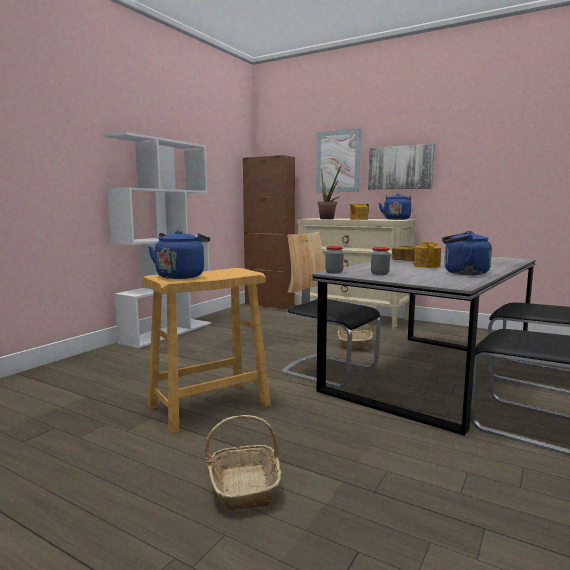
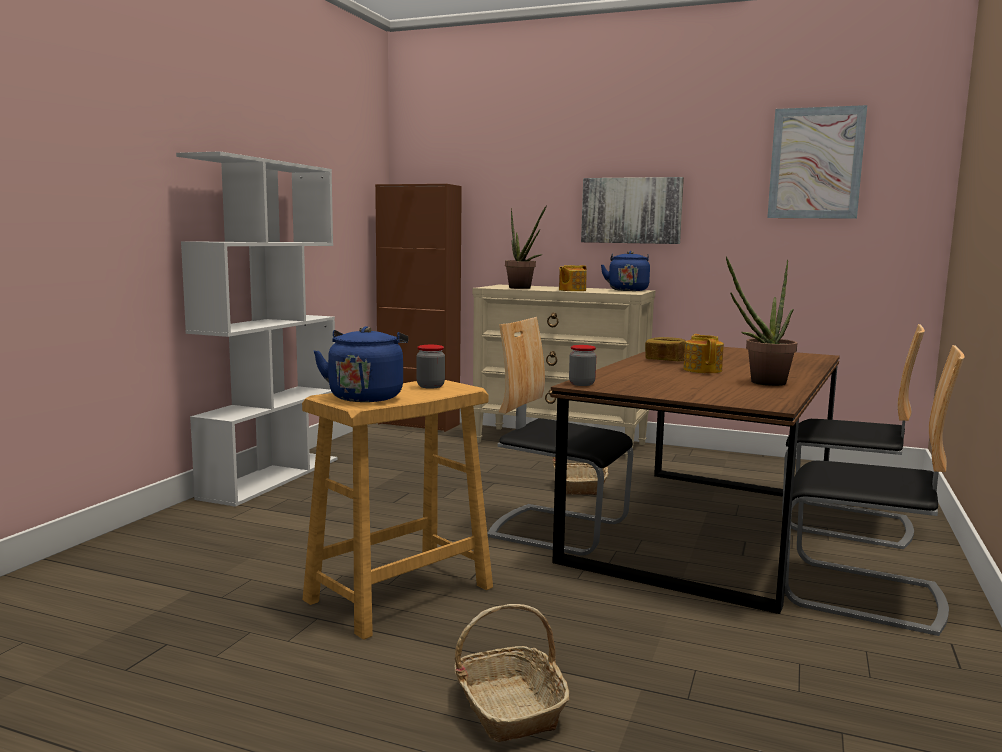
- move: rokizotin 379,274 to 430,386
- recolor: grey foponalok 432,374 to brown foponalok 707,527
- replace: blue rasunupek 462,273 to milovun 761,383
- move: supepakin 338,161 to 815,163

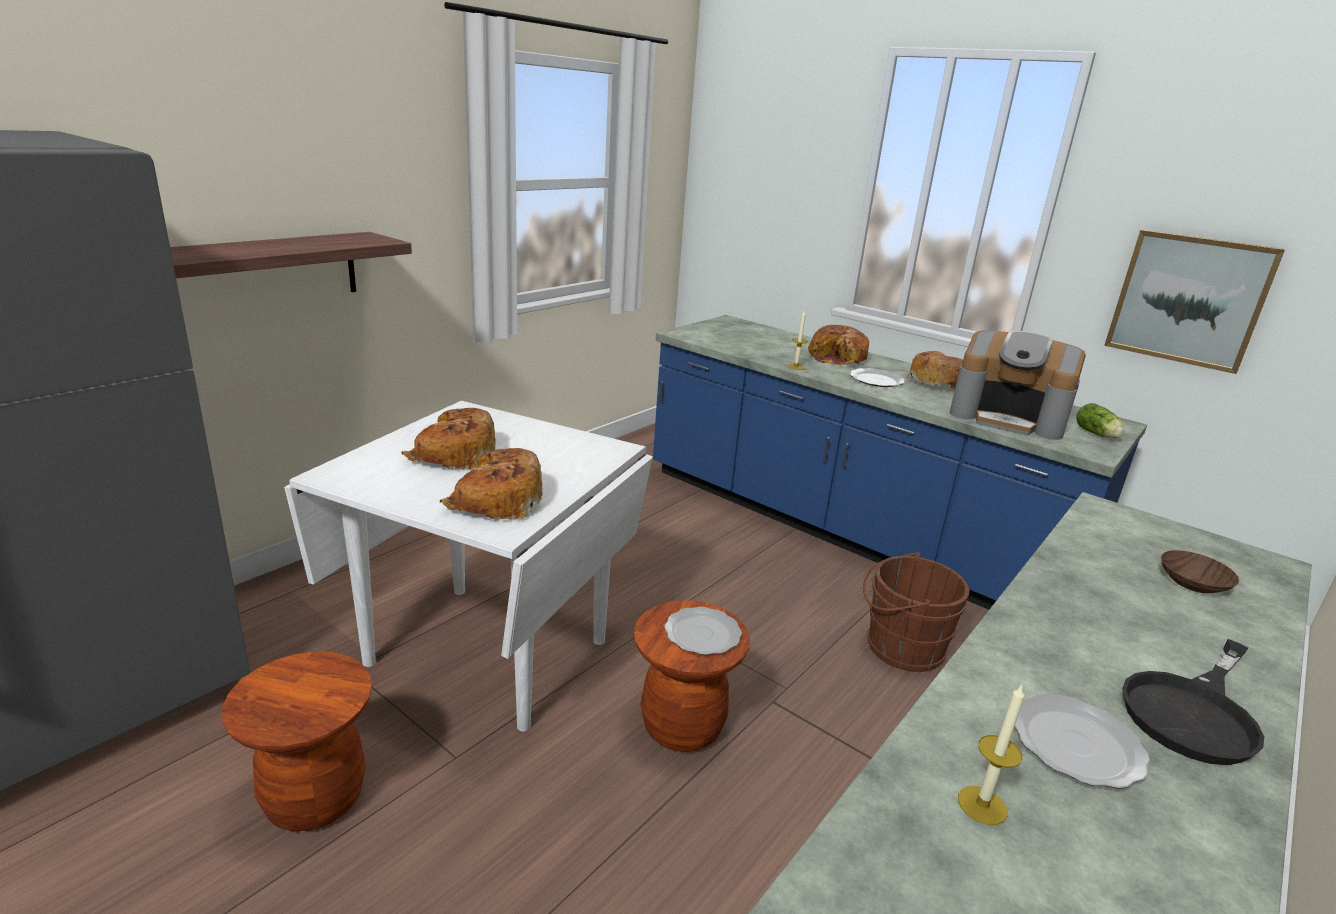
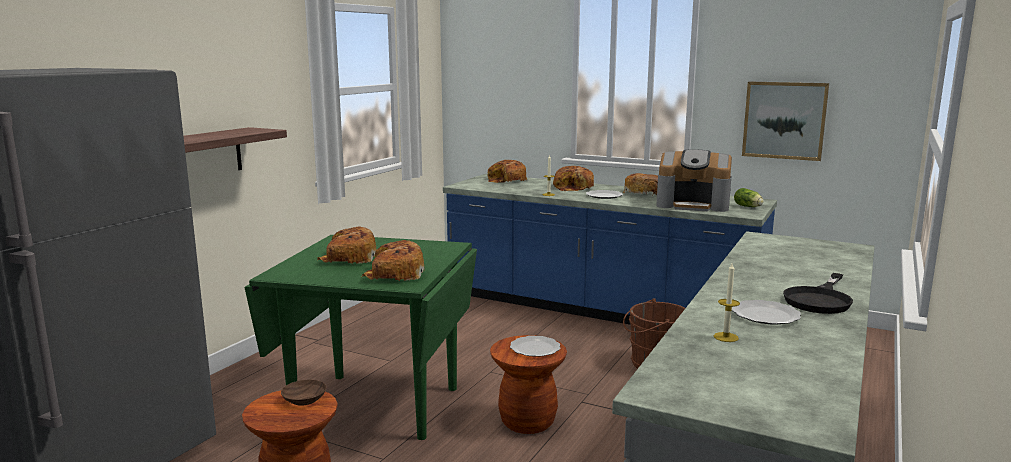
- recolor: white foponalok 486,653 to green foponalok 376,405
- move: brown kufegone 1193,582 to 305,399
- insert: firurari 506,180

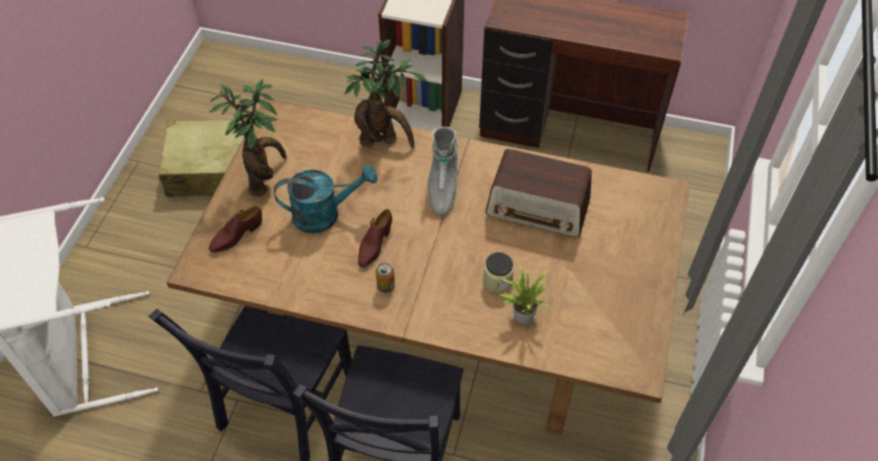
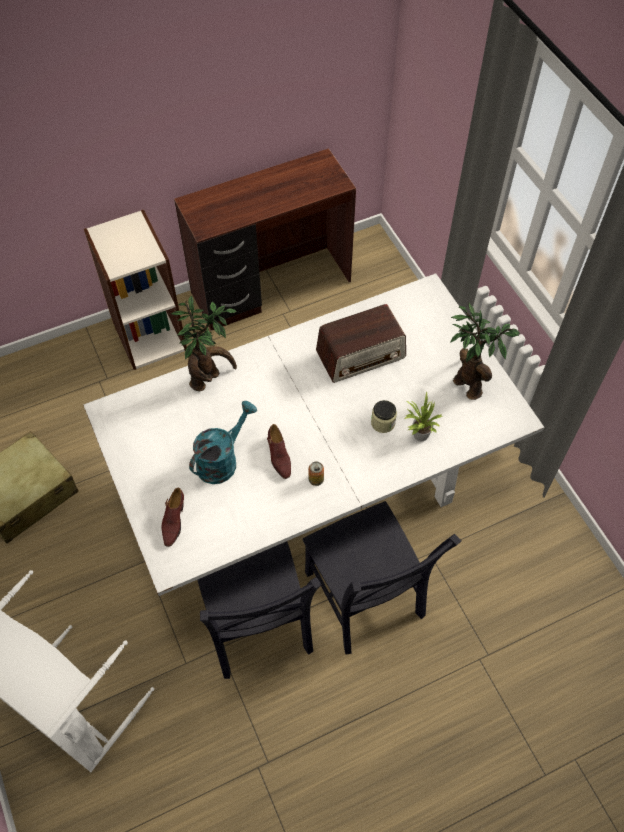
- recolor: brown foponalok 441,328 to white foponalok 313,489
- move: milovun 265,178 to 466,383
- delete: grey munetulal 442,188

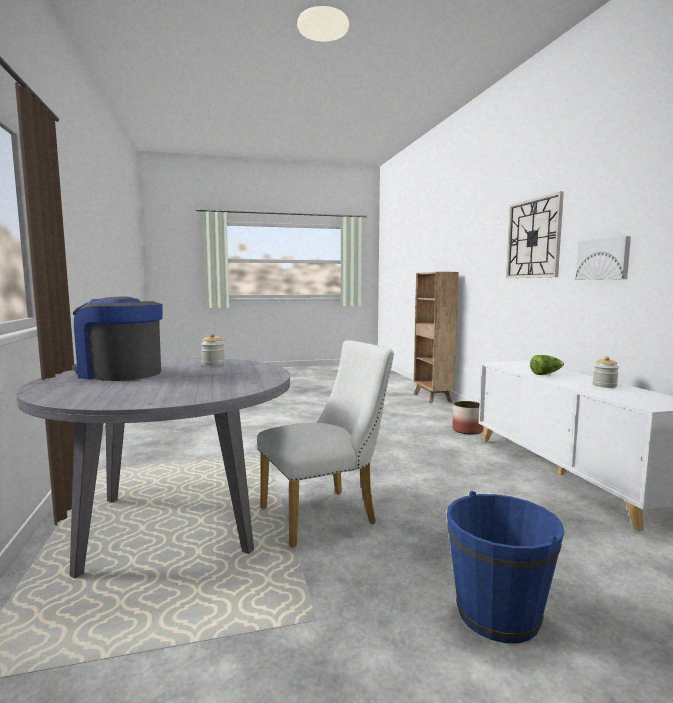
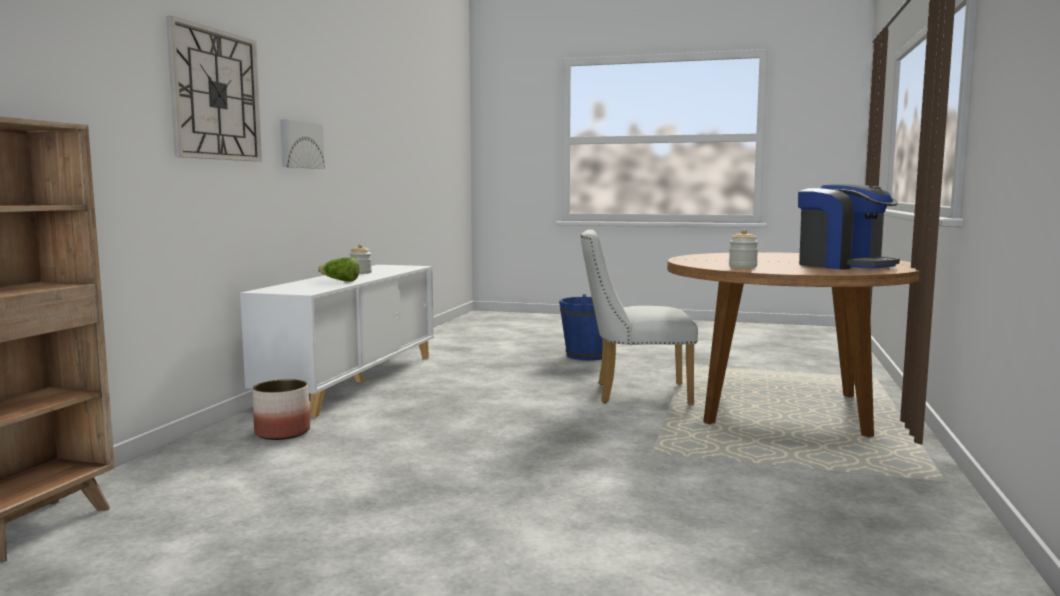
- recolor: grey foponalok 172,524 to brown foponalok 783,409

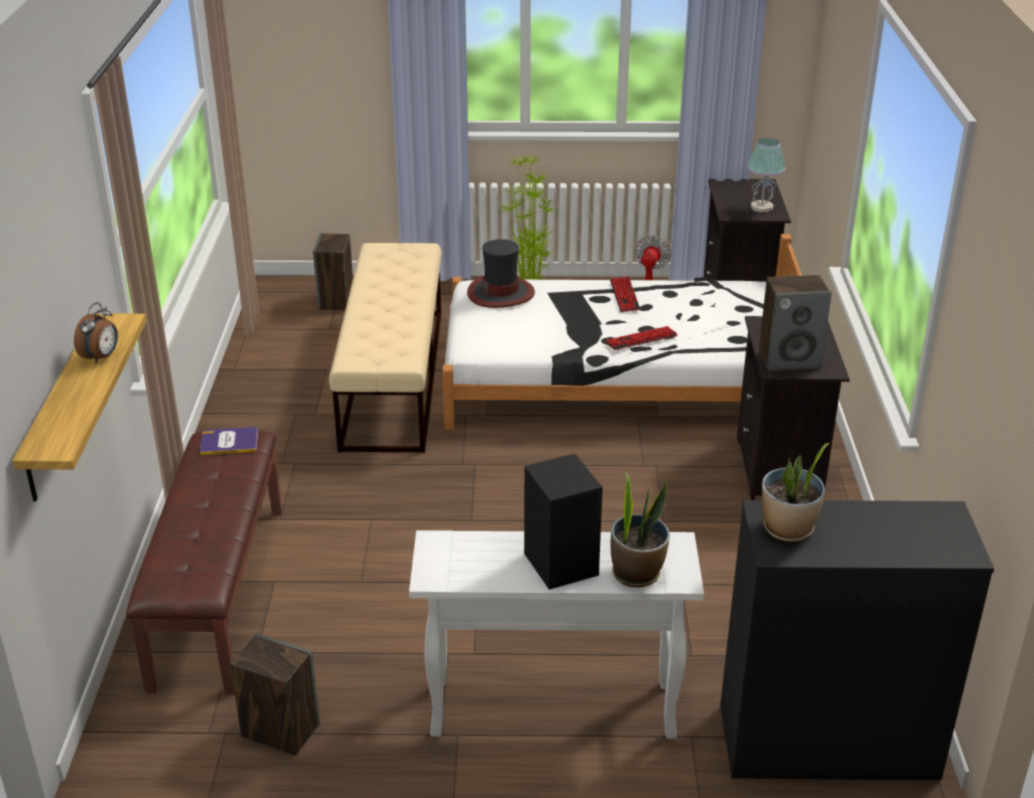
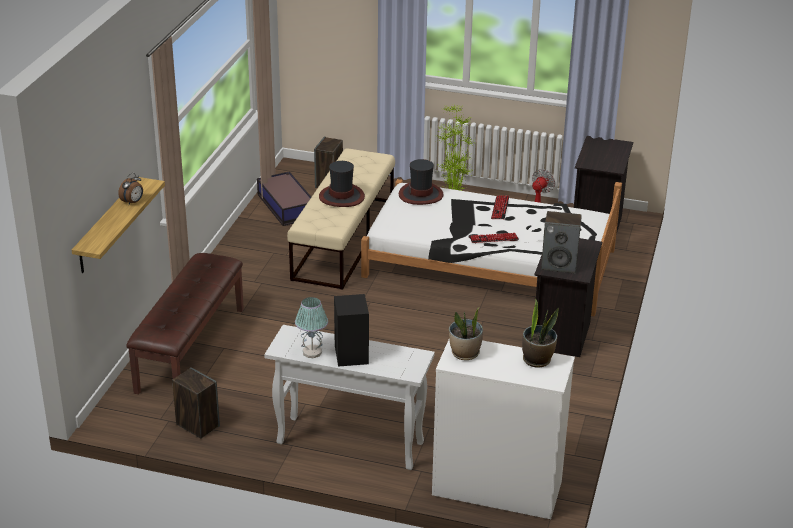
- insert: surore 286,205
- move: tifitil 761,207 to 312,352
- insert: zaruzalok 342,197
- recolor: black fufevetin 827,742 to white fufevetin 497,489
- move: milovun 637,573 to 537,360
- delete: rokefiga 229,442

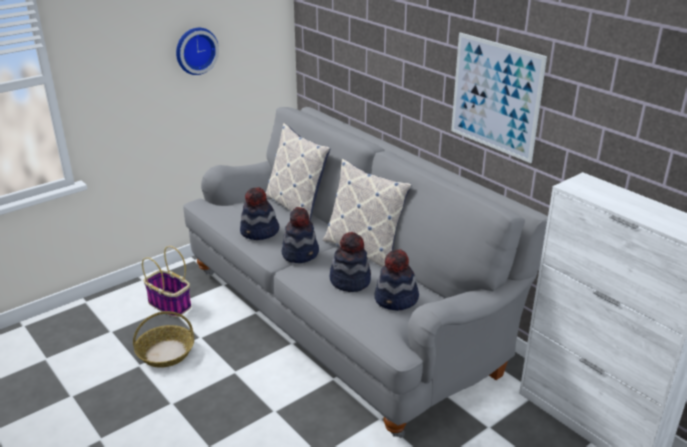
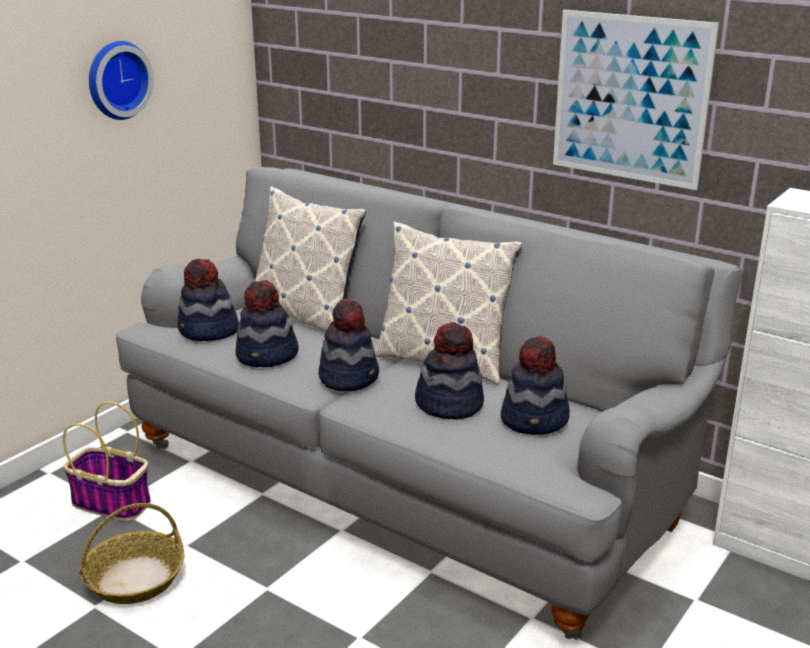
- insert: zaruzalok 208,331

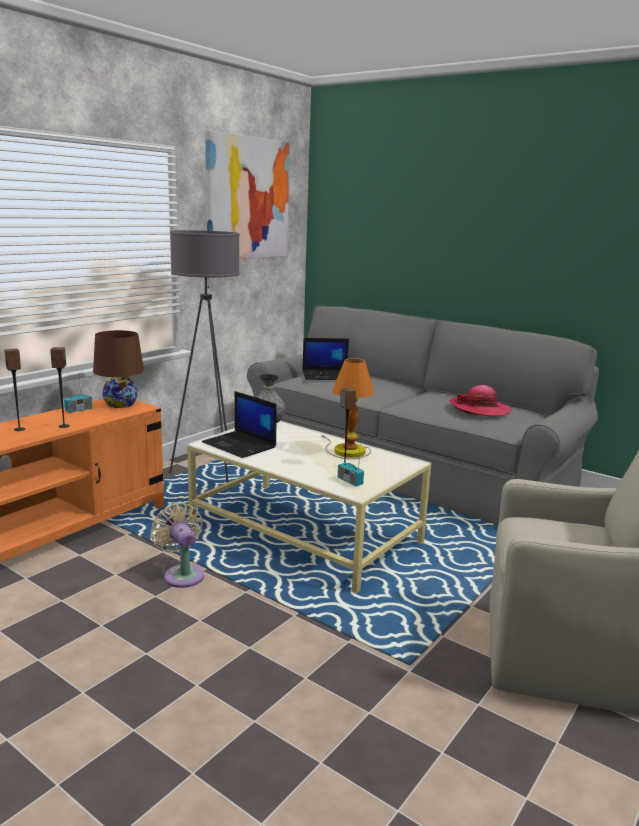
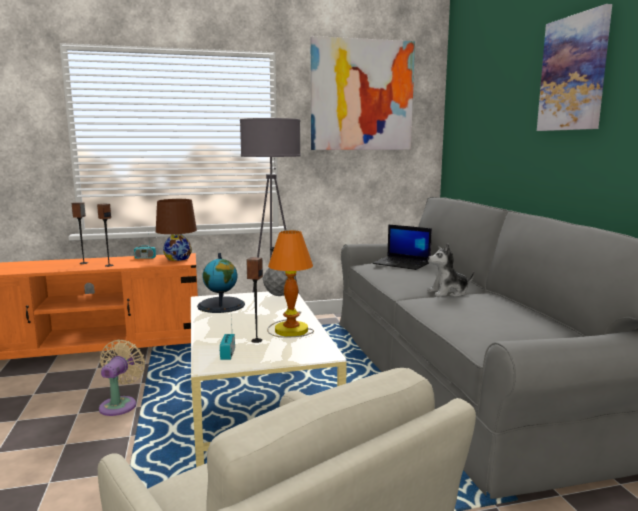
- replace: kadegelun 240,445 to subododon 221,305
- insert: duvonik 448,293
- insert: supepakin 573,73
- delete: zaruzalok 480,409

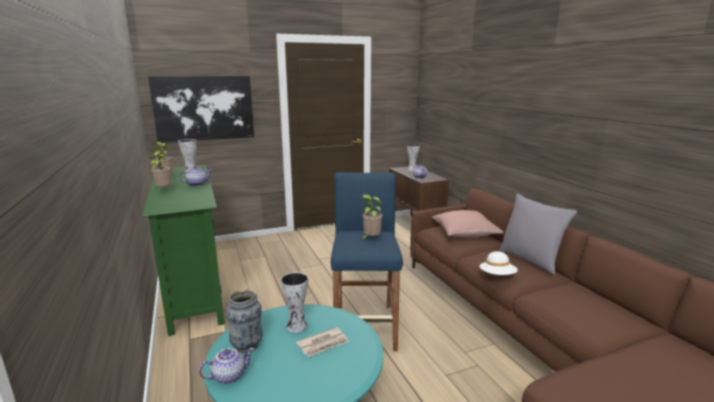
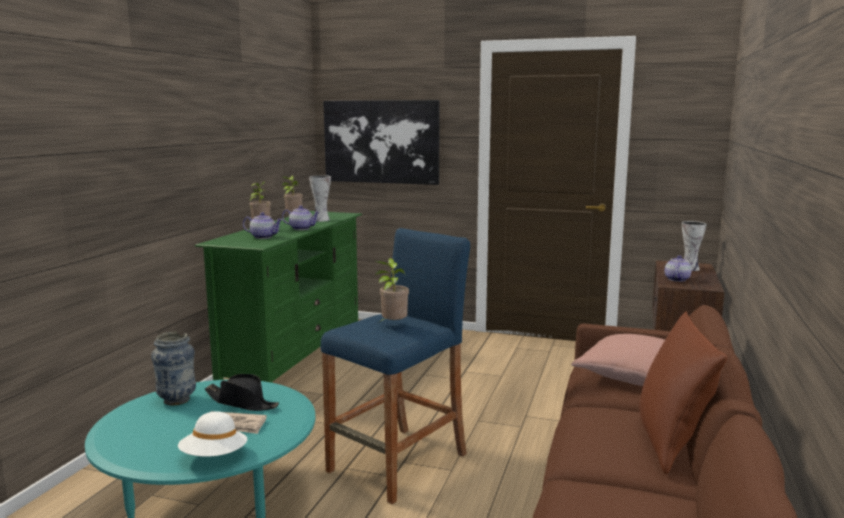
- move: white zaruzalok 497,276 to 214,457
- replace: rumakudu 297,326 to black zaruzalok 242,402
- move: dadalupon 229,376 to 264,237
- recolor: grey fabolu 530,260 to brown fabolu 671,443

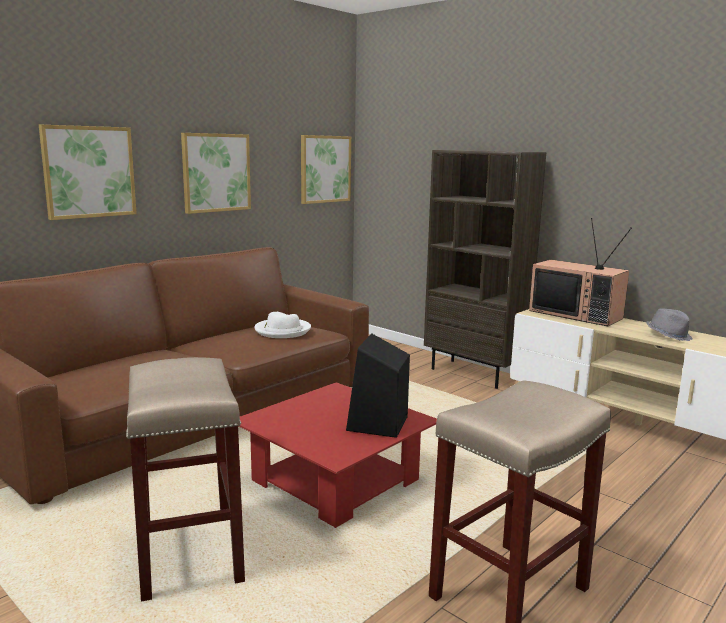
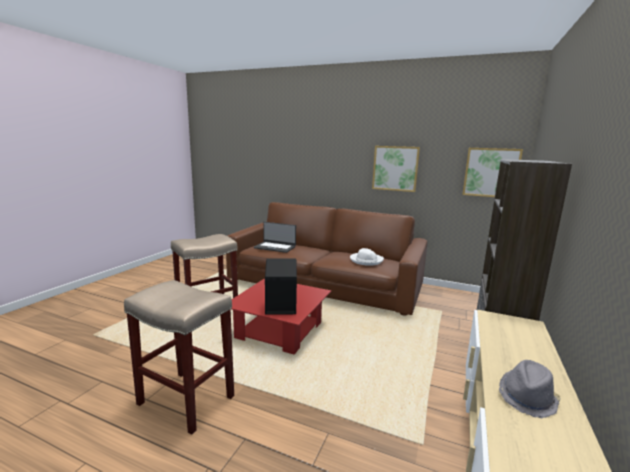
- insert: kadegelun 275,247
- delete: supepakin 89,172
- delete: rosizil 577,314

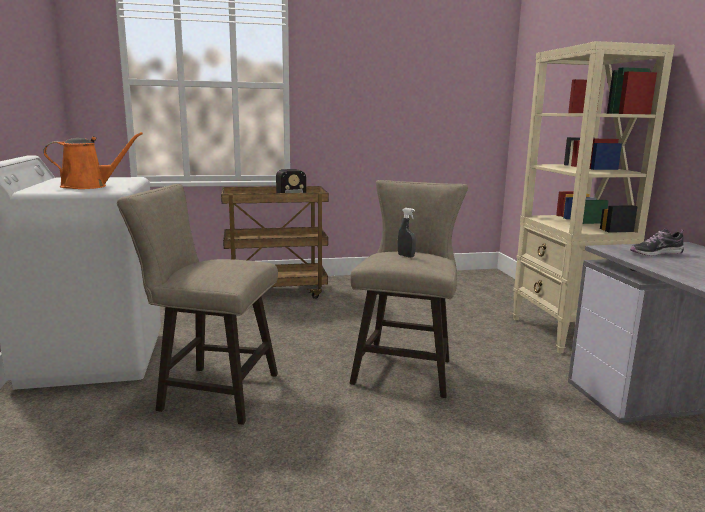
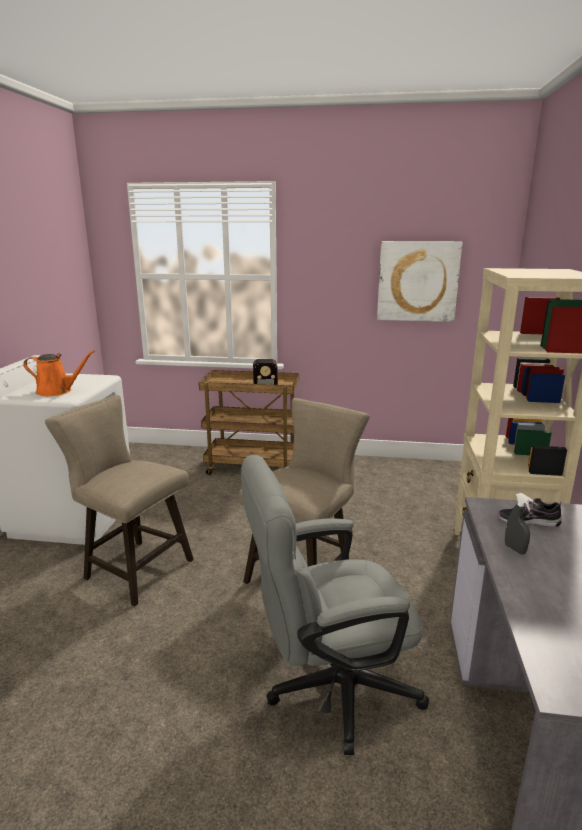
- insert: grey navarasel 329,688
- insert: supepakin 417,281
- move: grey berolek 406,256 to 515,549

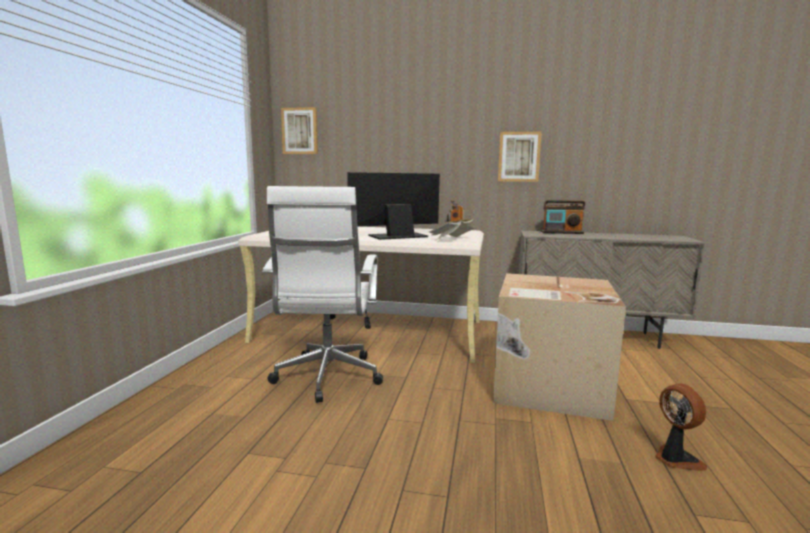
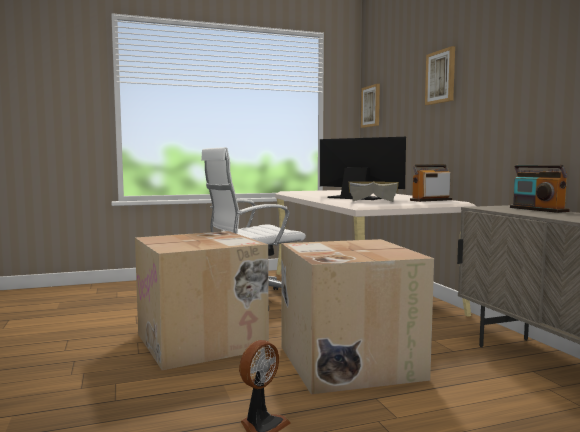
- insert: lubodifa 202,341
- move: supepakin 519,157 to 441,77

